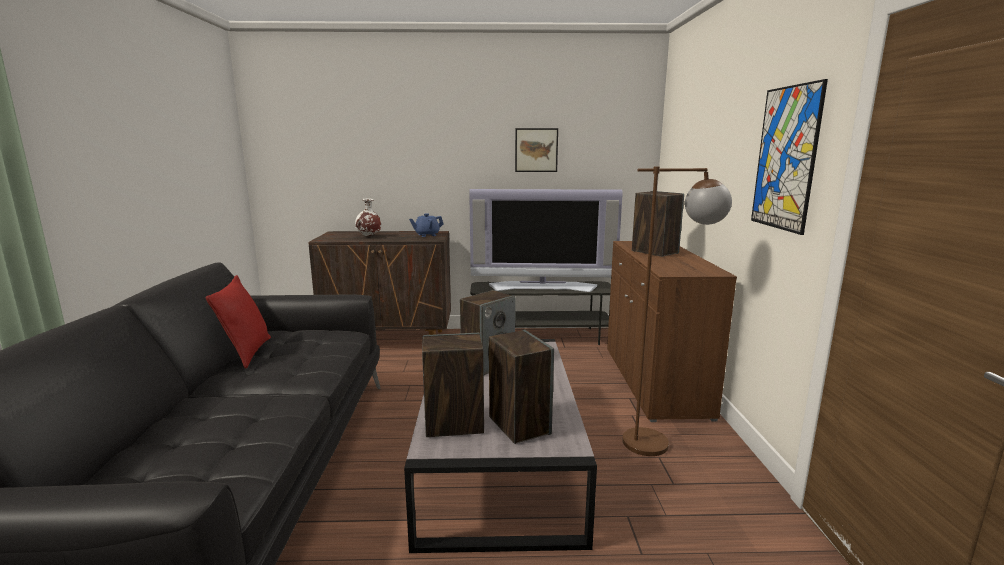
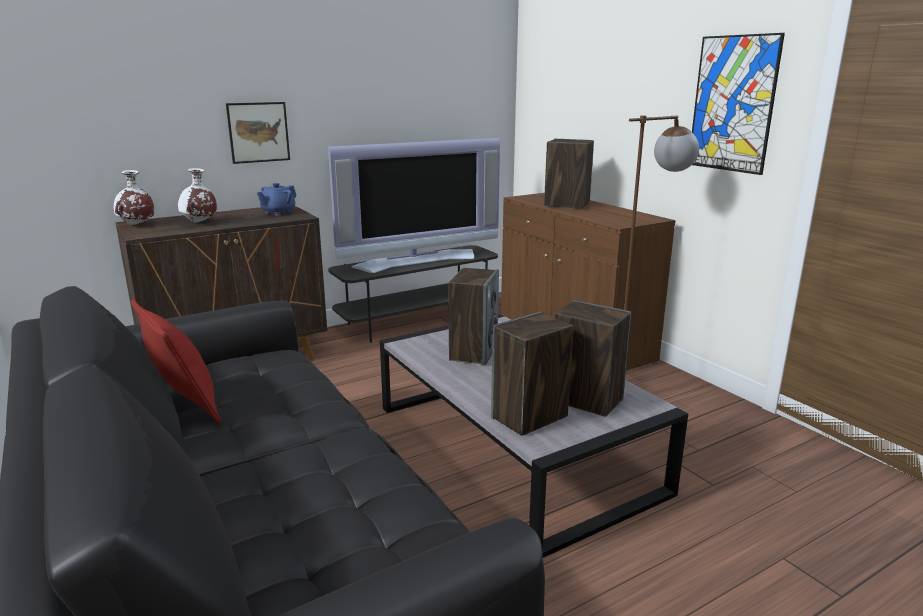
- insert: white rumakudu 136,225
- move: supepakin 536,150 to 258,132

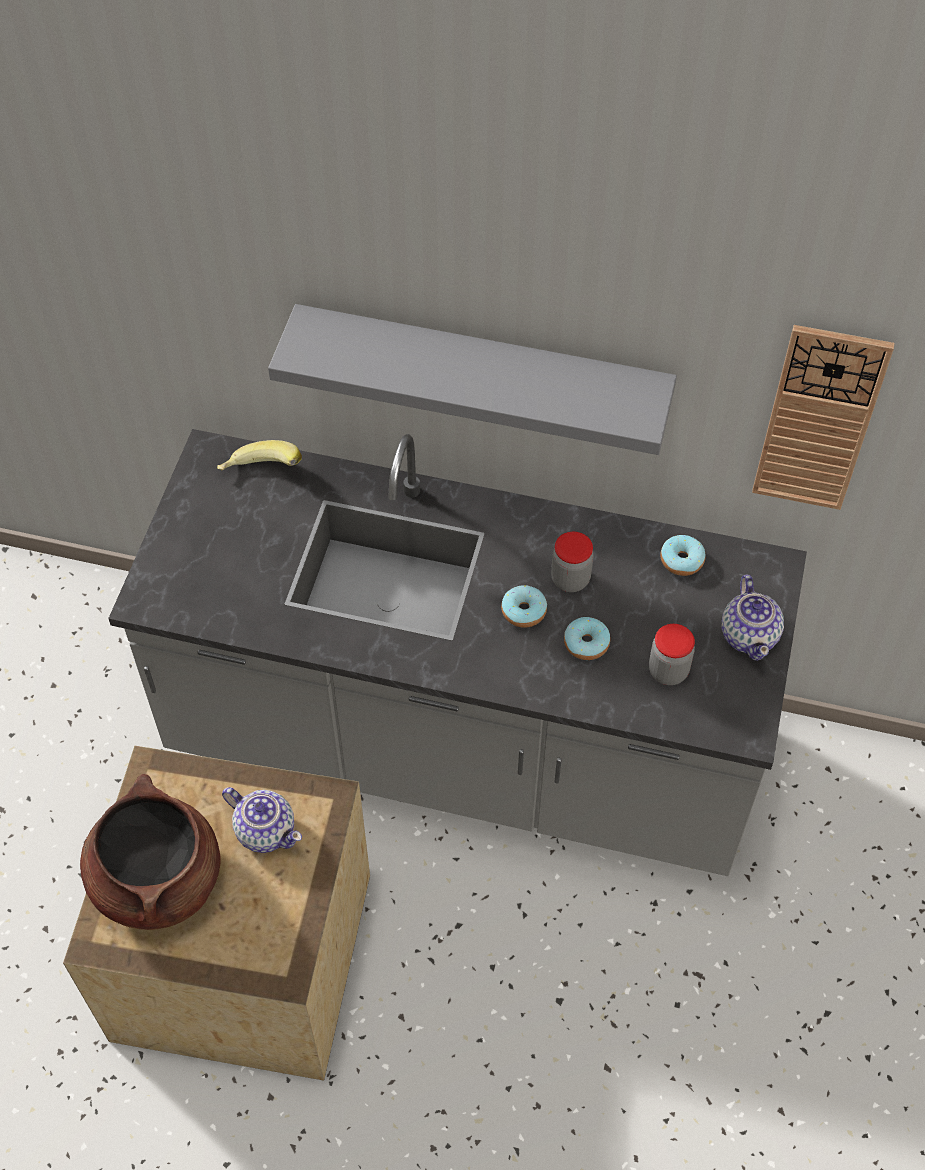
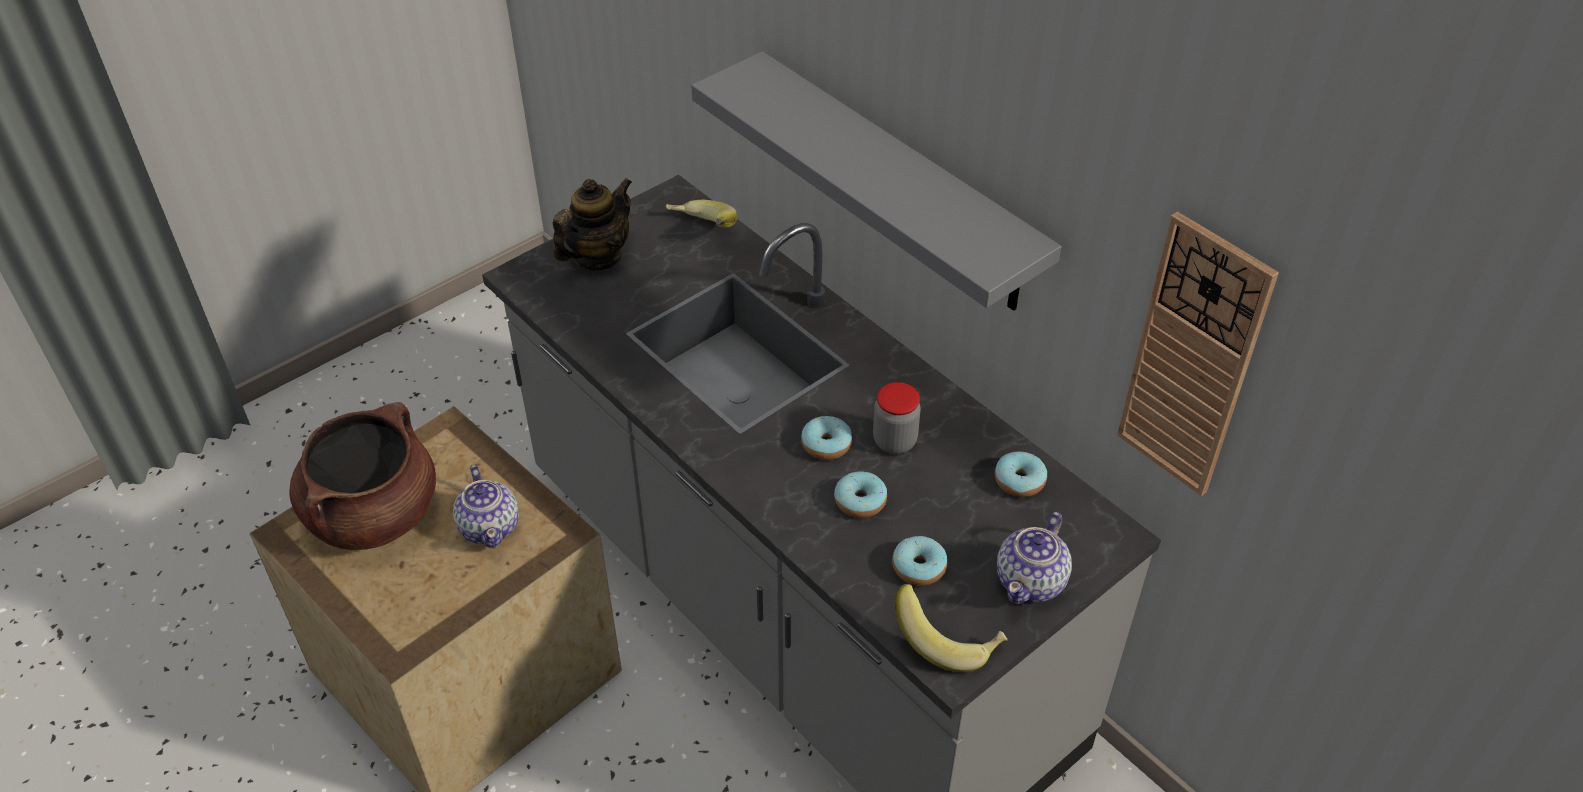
- insert: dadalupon 597,256
- replace: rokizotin 668,671 to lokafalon 918,567
- insert: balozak 948,640

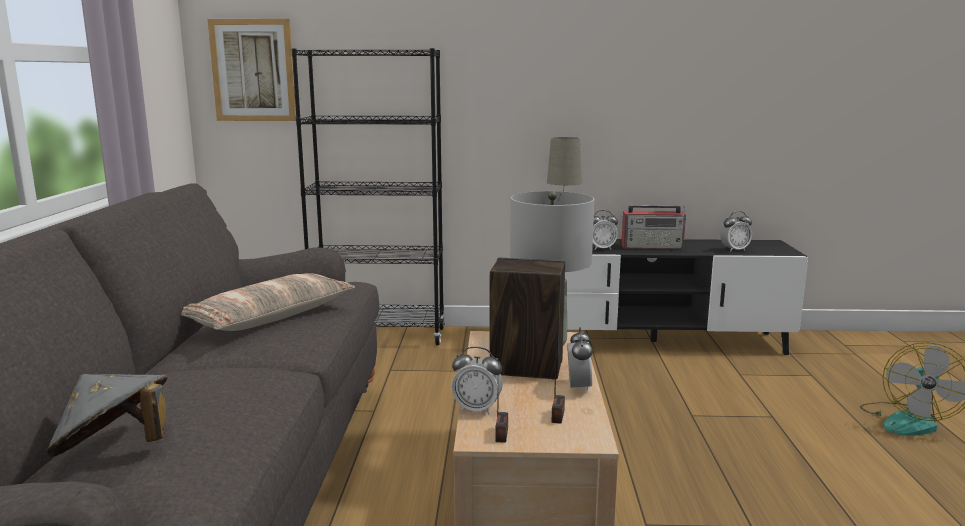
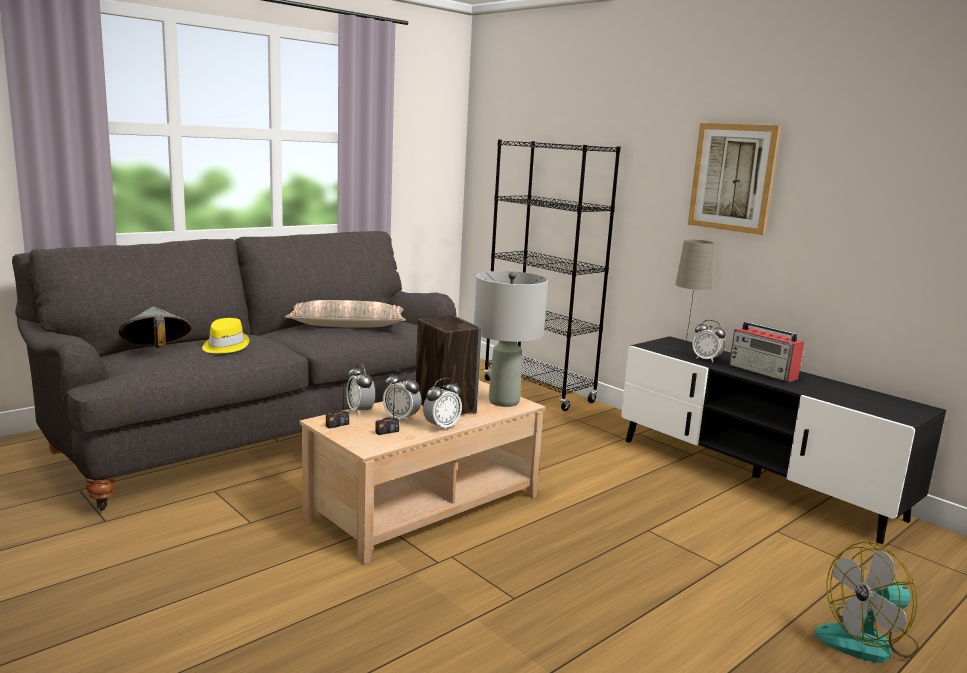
- insert: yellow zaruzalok 224,346
- move: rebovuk 734,250 to 401,418
- move: supepakin 253,70 to 732,177

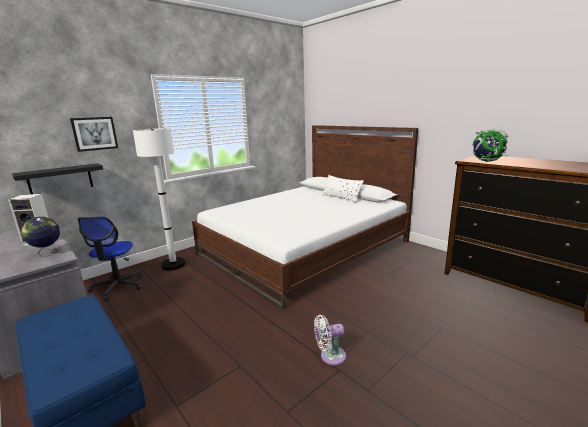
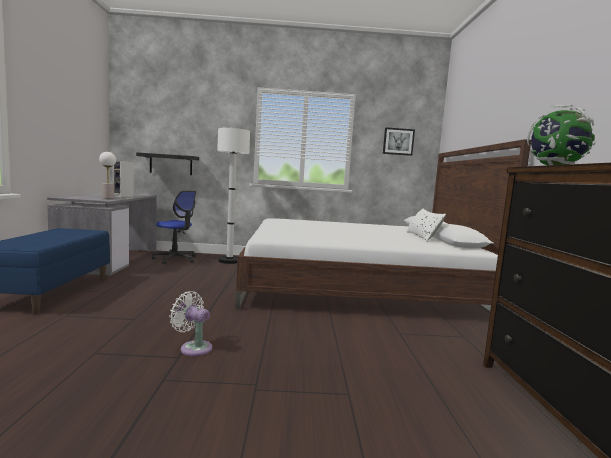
- replace: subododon 47,254 to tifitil 108,198
- rotate: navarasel 118,286 = 175,259 105 degrees counterclockwise
- move: supepakin 94,133 to 398,141

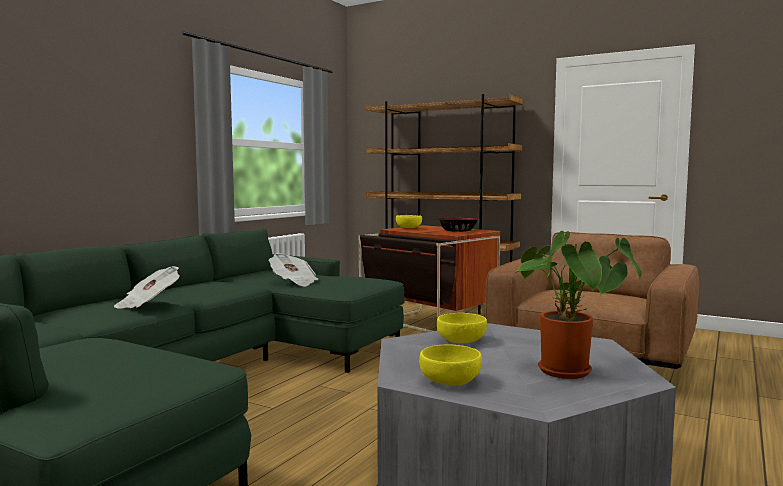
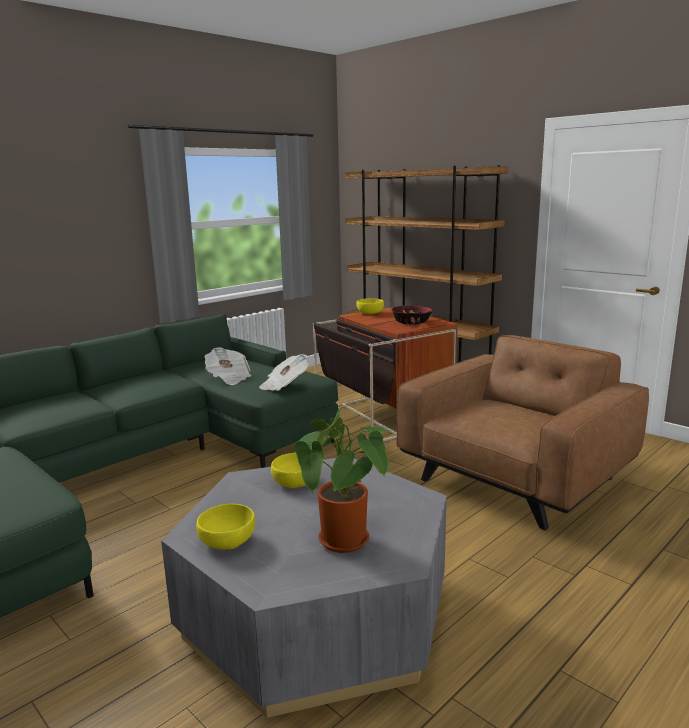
- move: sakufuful 148,304 to 284,385

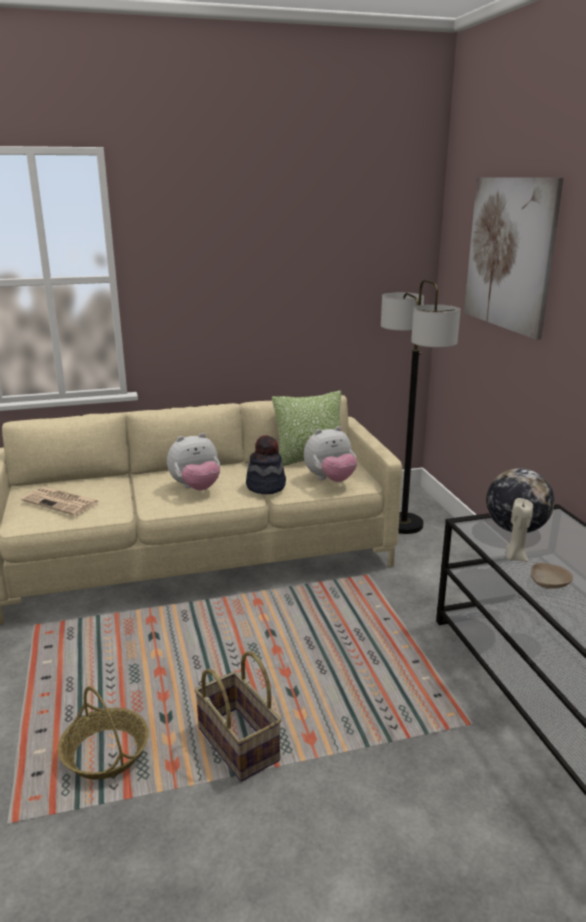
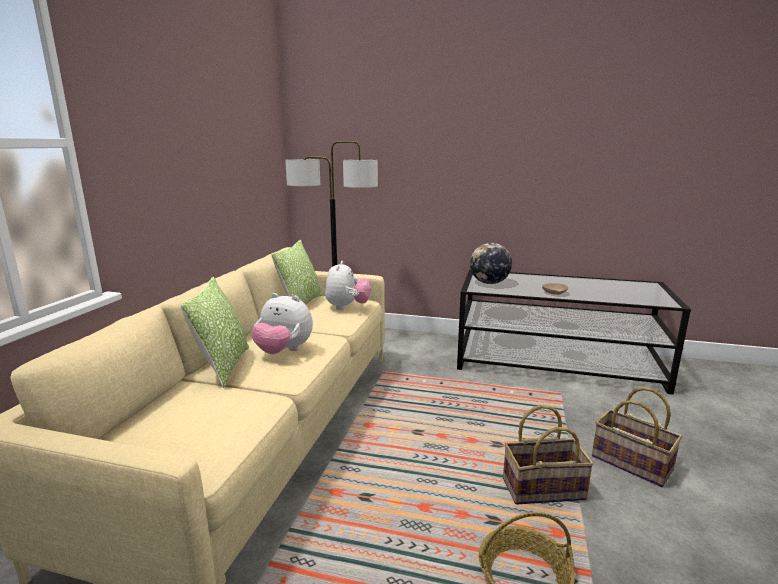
- insert: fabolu 223,366
- rotate: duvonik 196,488 = 283,351 105 degrees clockwise
- insert: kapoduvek 630,463
- delete: sakufuful 62,502
- delete: zaruzalok 266,486
- delete: supepakin 509,254
- delete: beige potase 515,557

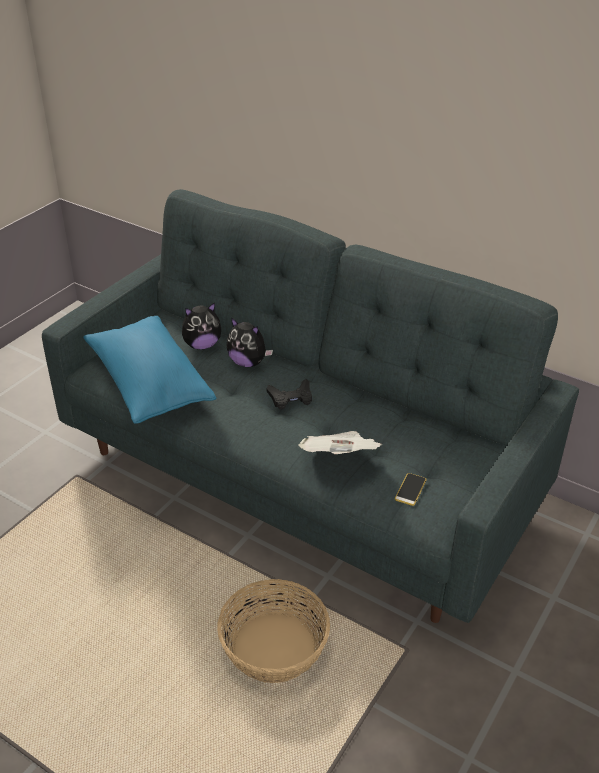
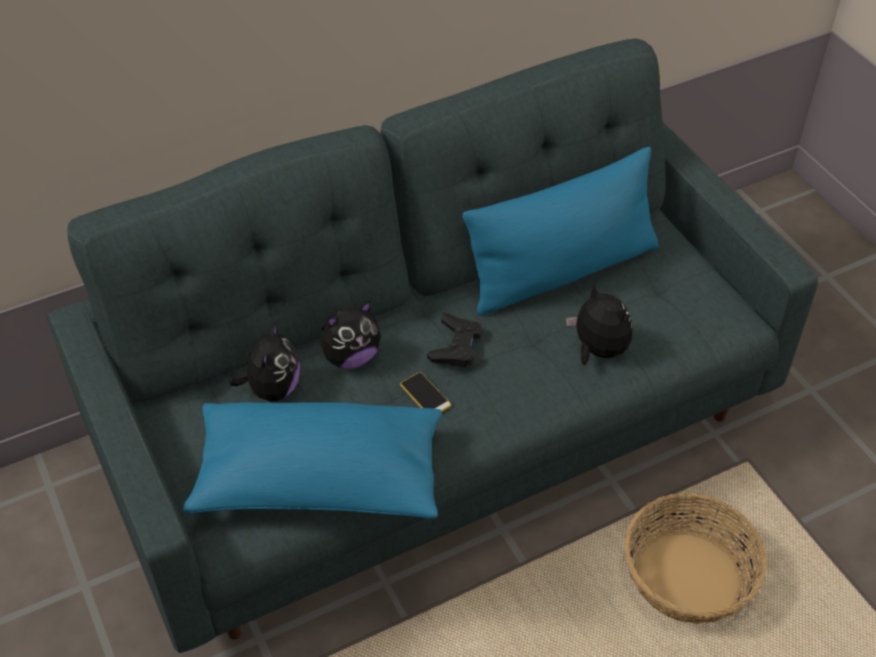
- move: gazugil 410,489 to 425,395
- insert: blue fabolu 562,271
- replace: sakufuful 339,459 to duvonik 597,350

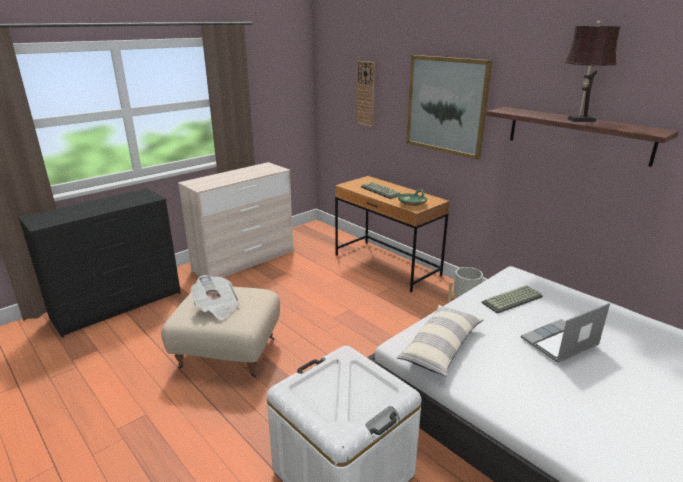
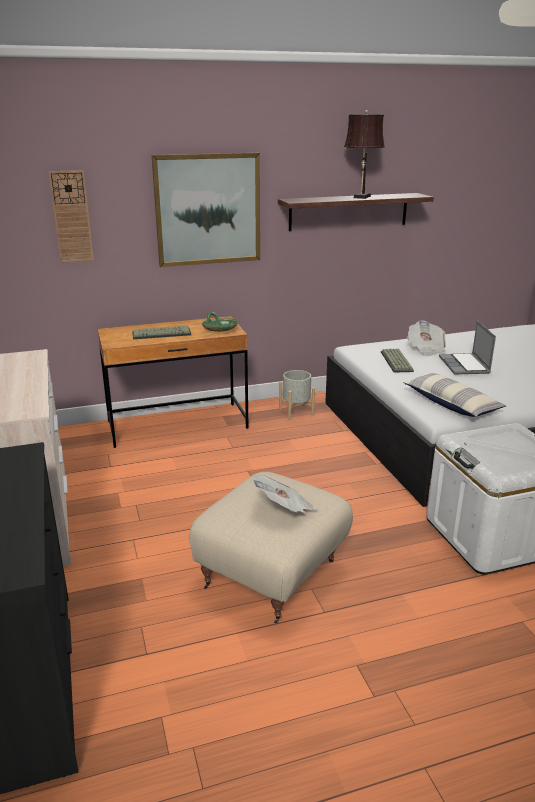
- insert: sakufuful 425,349

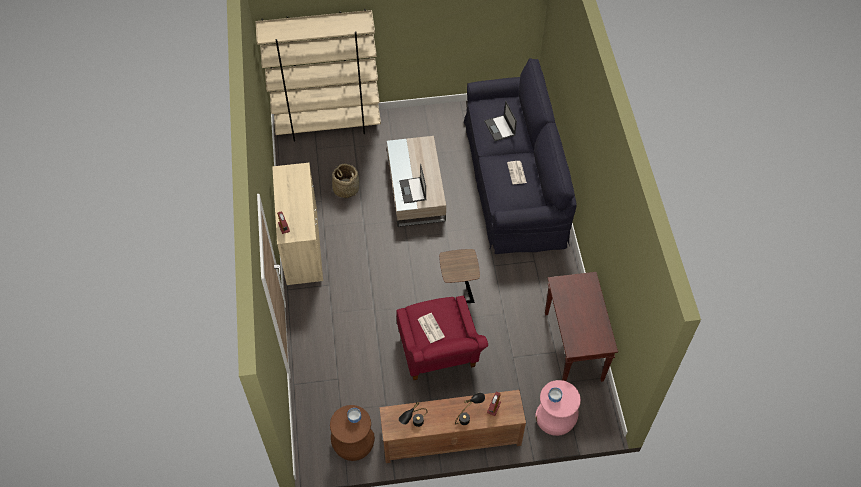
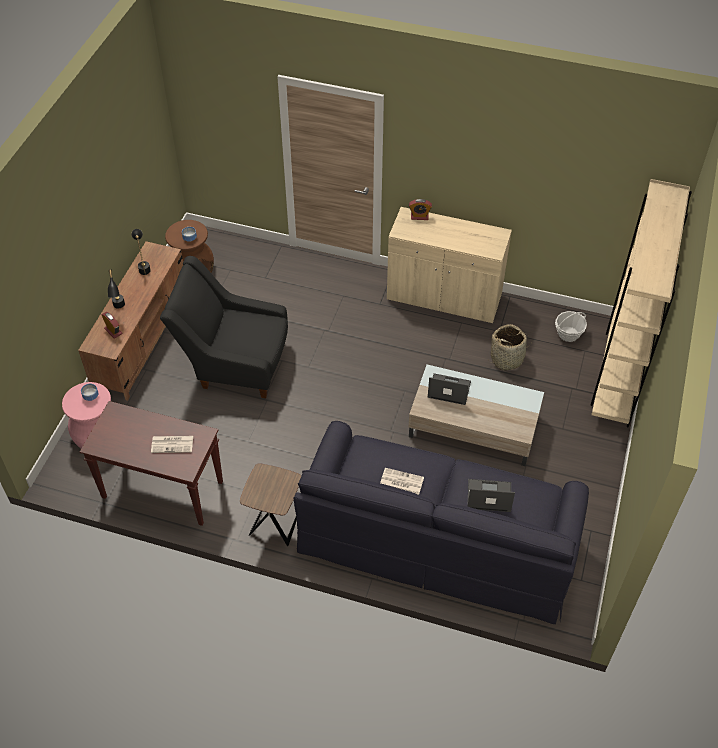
- move: sakufuful 430,328 to 173,444
- recolor: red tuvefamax 439,356 to black tuvefamax 235,363
- move: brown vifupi 458,291 to 274,525
- insert: kapoduvek 568,334

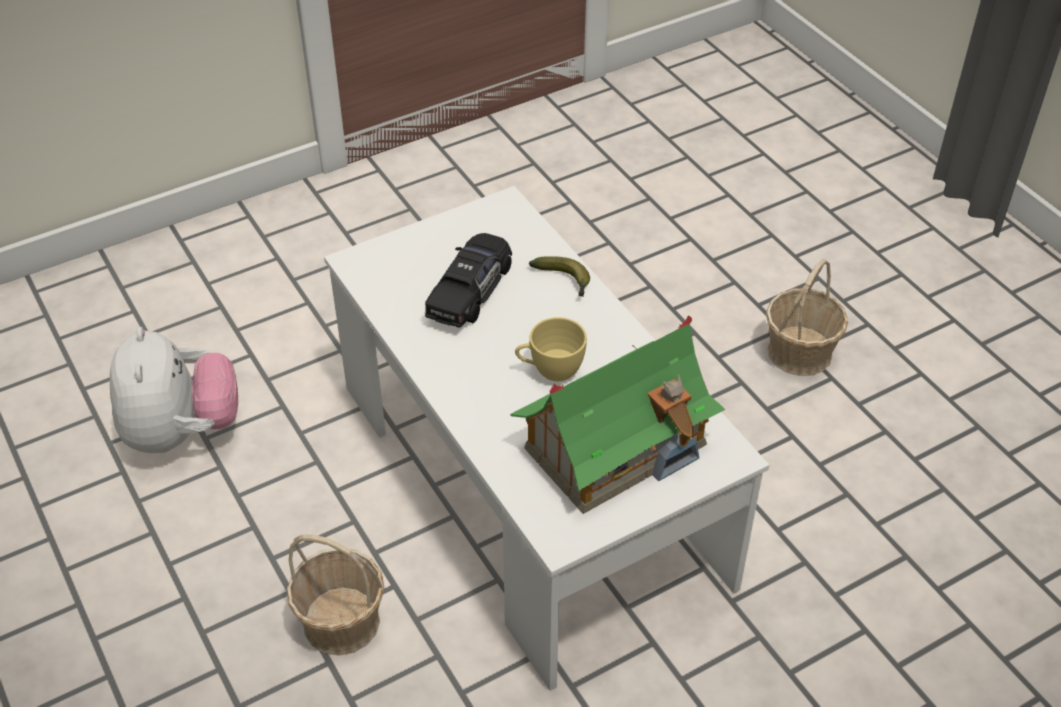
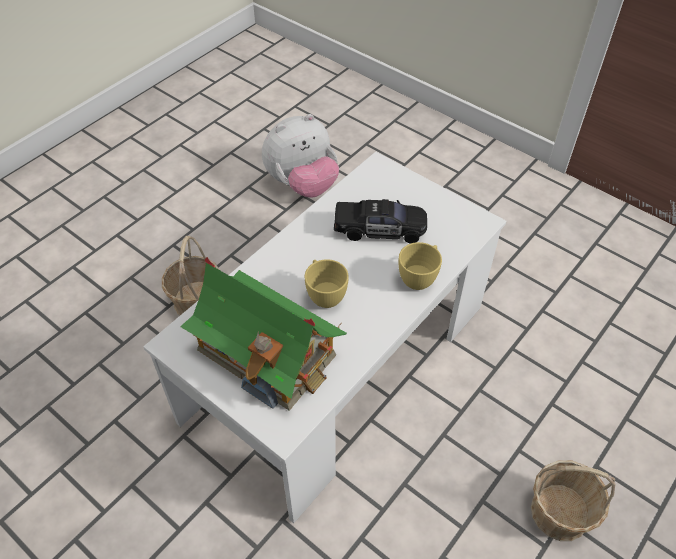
- replace: balozak 564,281 to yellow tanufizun 420,277

